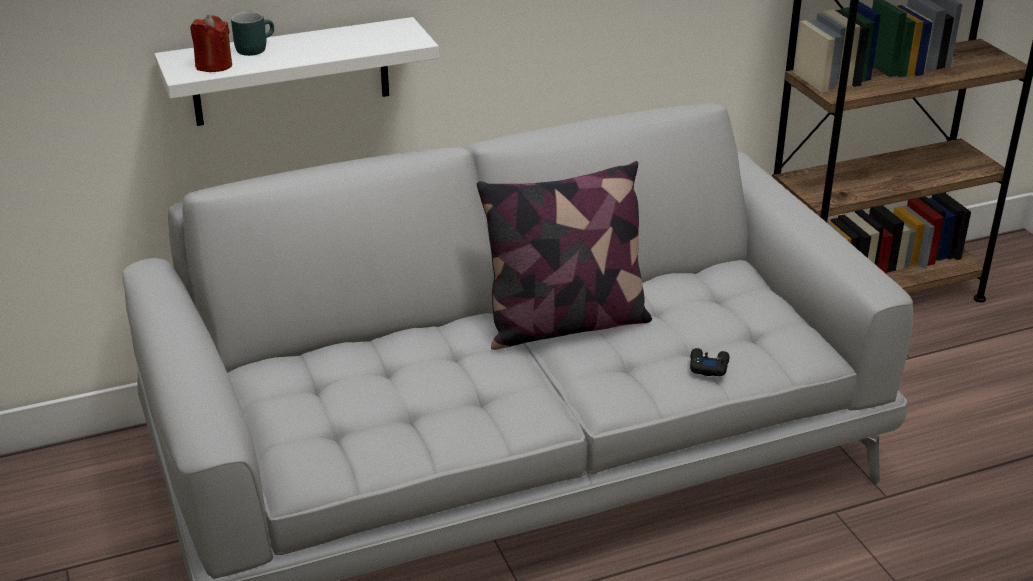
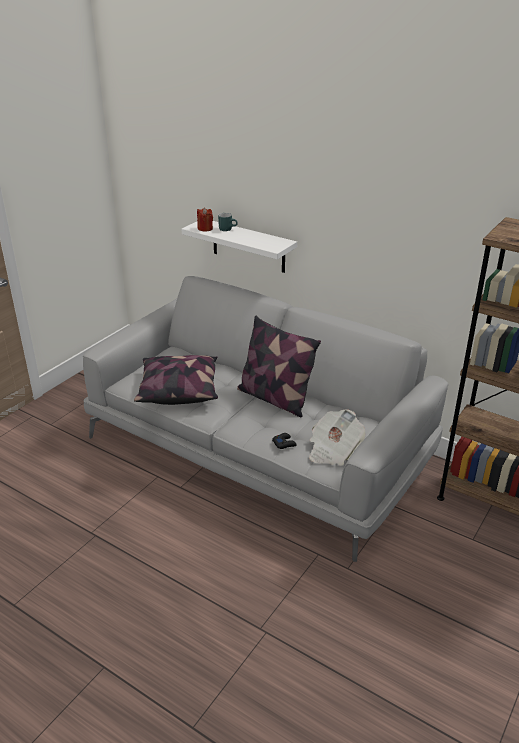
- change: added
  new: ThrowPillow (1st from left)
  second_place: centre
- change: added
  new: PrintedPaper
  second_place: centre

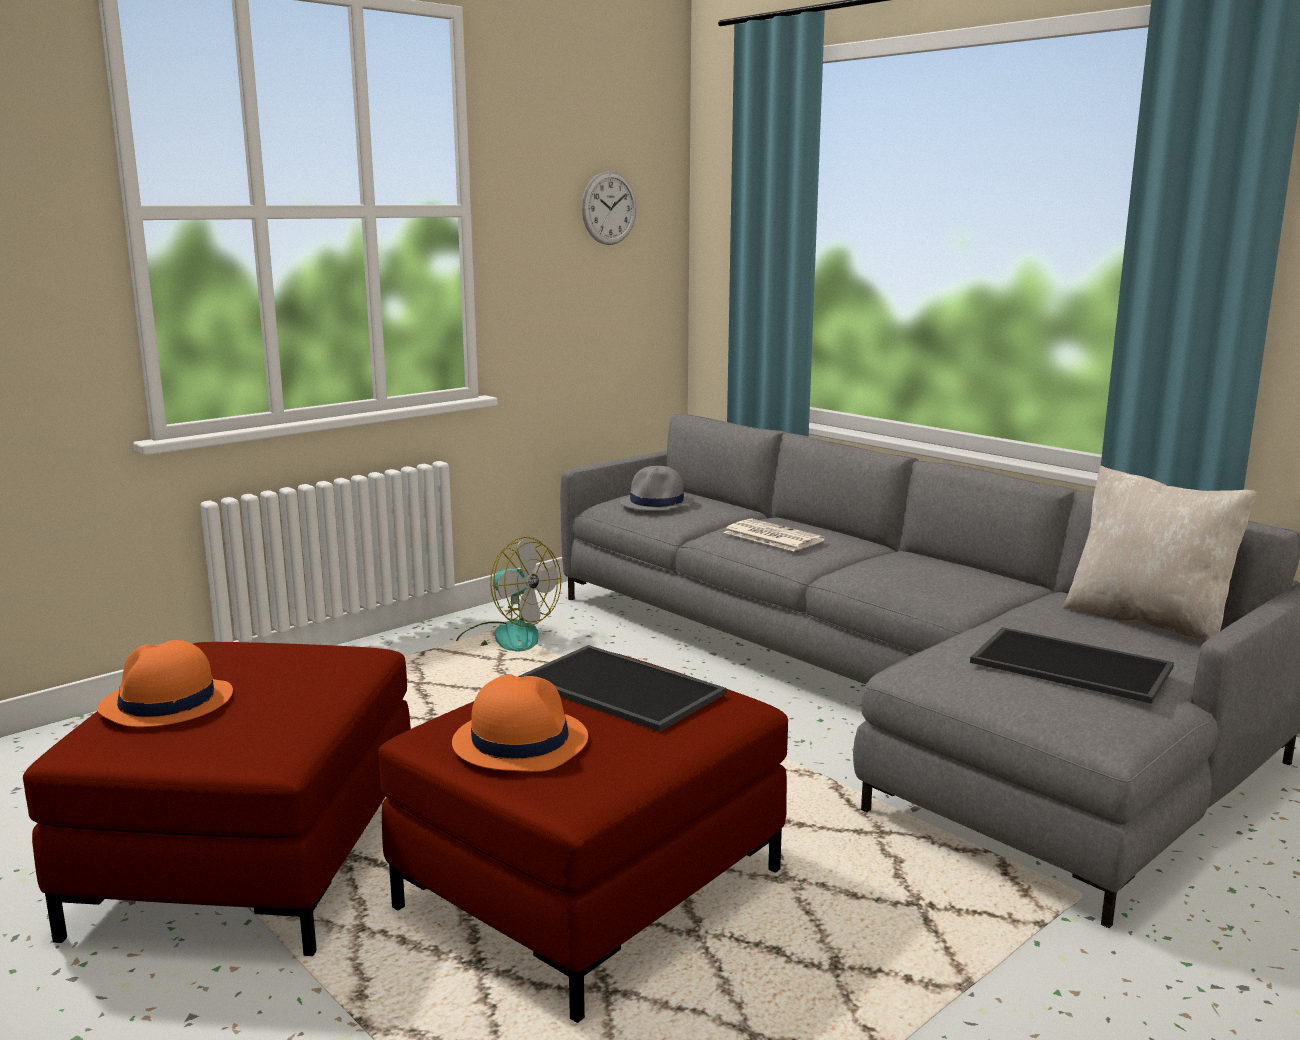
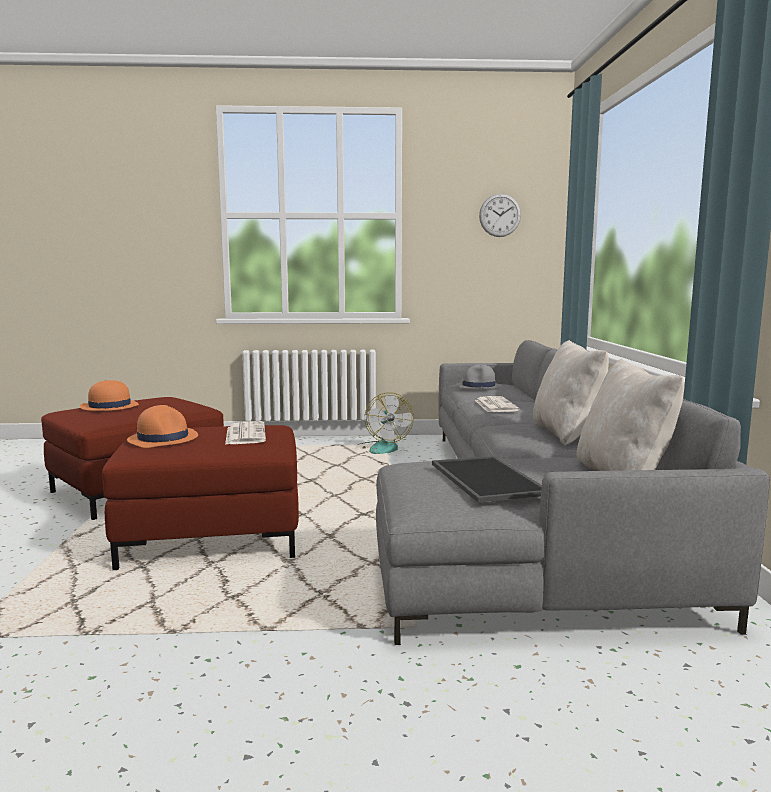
- change: replaced
  old: Tray (1st from left)
  new: PrintedPaper (1st from left)
  first_place: centre
  second_place: middle left
- change: added
  new: BeigeColouredThrowPillow (1st from left)
  second_place: middle right

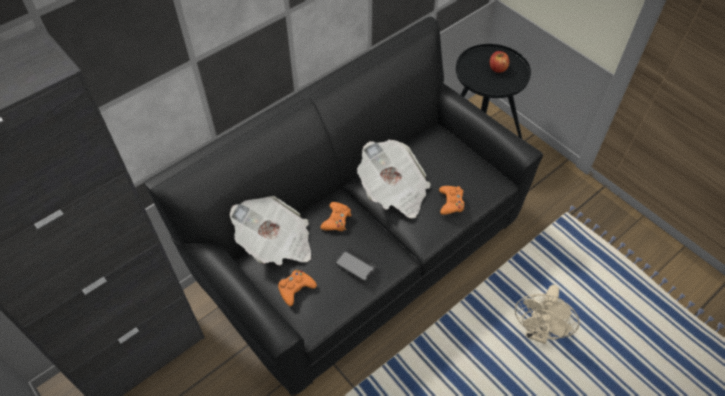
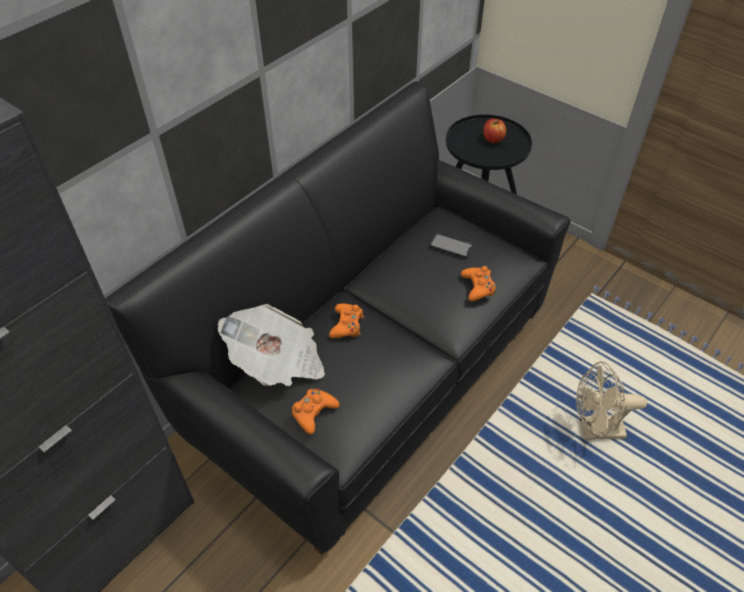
- change: moved
  old: Phone
  first_place: bottom centre
  second_place: centre
- change: removed
  old: PrintedPaper (2nd from left)
  first_place: centre
- change: turned
  old: BeigeColouredCoolingFan
  first_place: bottom right
  second_place: bottom right
  degrees: 75

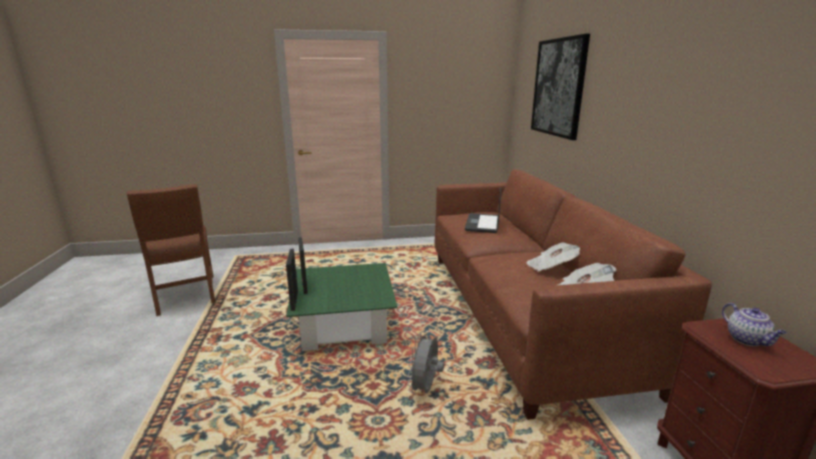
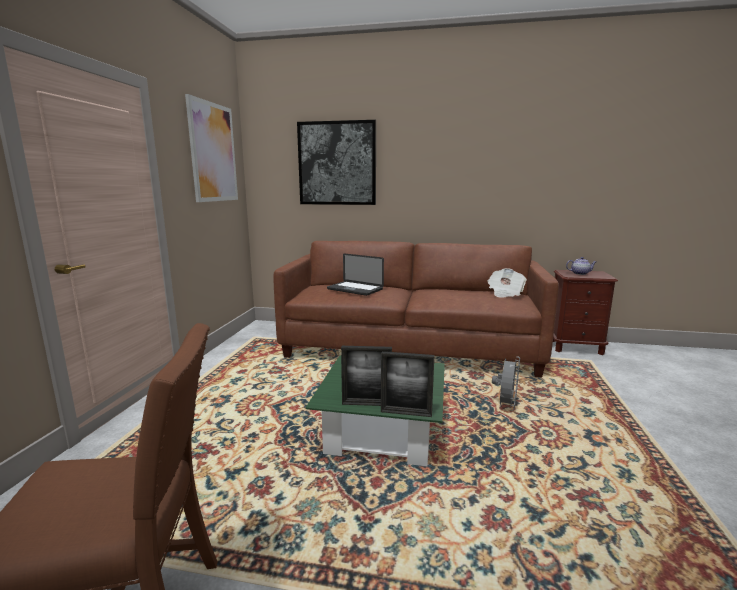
- change: turned
  old: GreyCoolingFan
  first_place: bottom centre
  second_place: middle right
  degrees: -105
- change: removed
  old: PrintedPaper (1st from left)
  first_place: middle right
- change: added
  new: WallArt (1st from left)
  second_place: top left

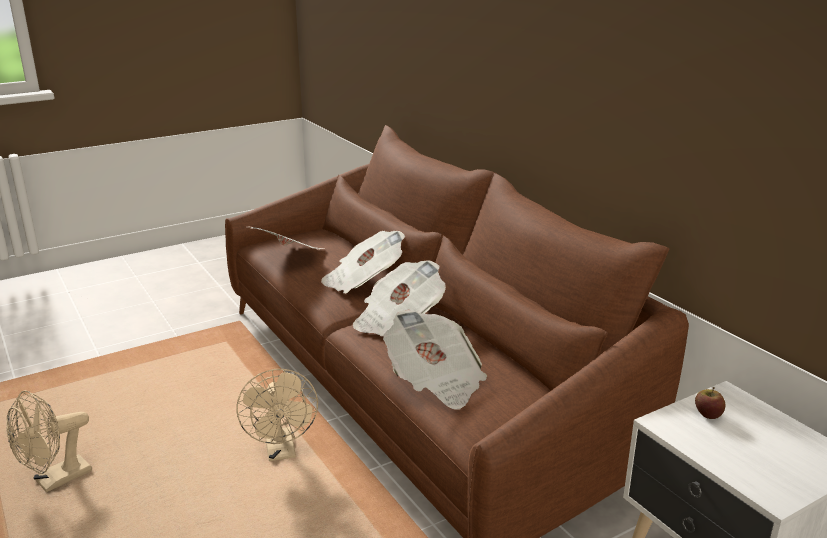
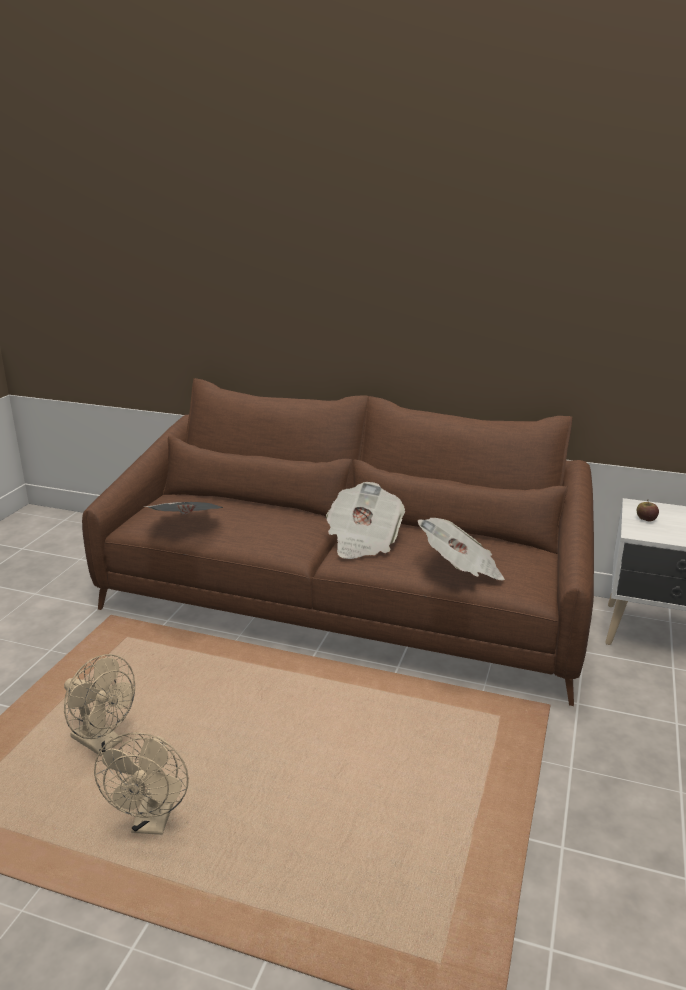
- change: moved
  old: BeigeColouredCoolingFan (2nd from left in the first image)
  new: BeigeColouredCoolingFan (1st from left)
  first_place: bottom centre
  second_place: bottom left
- change: removed
  old: PrintedPaper (2nd from left)
  first_place: centre

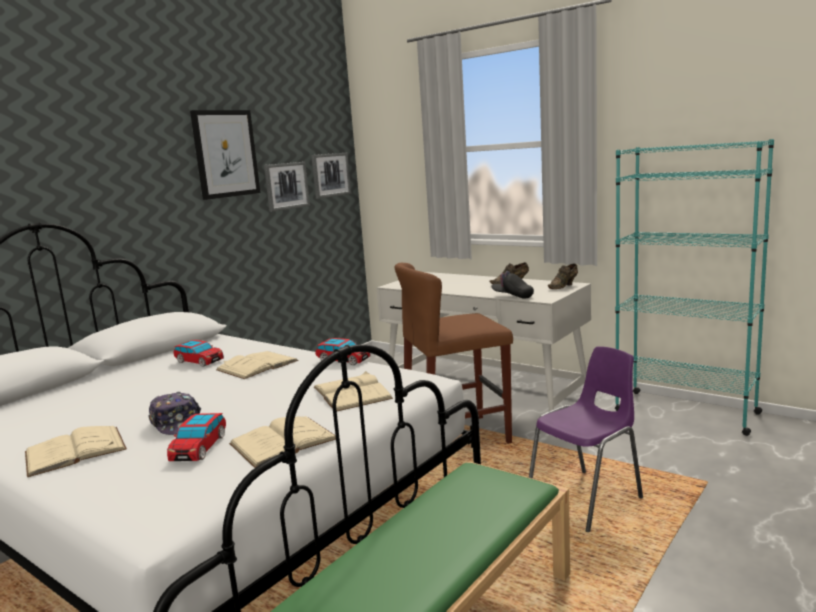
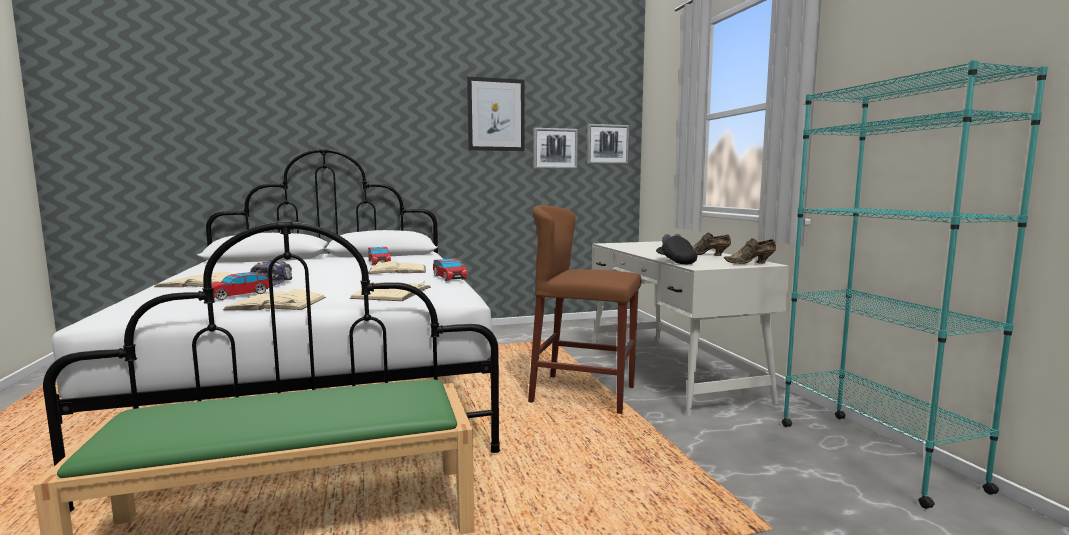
- change: removed
  old: PurpleColouredChair
  first_place: bottom right

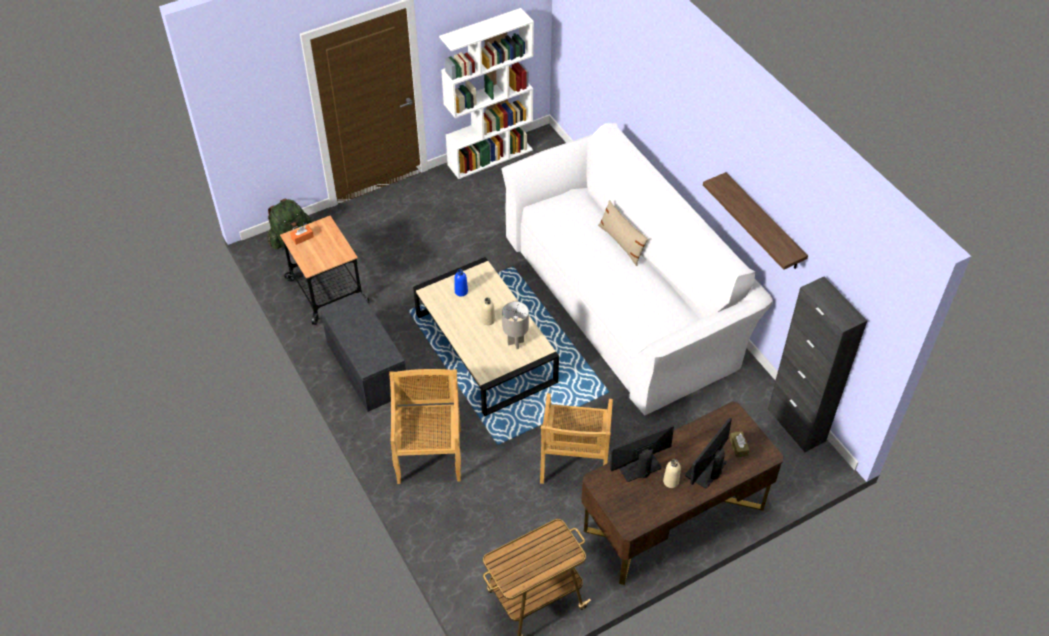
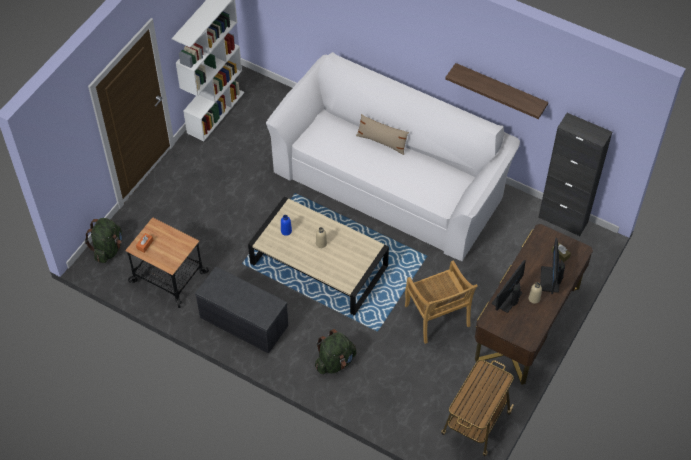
- change: replaced
  old: BeigeColouredChair (1st from left)
  new: GreenBackpack (2nd from left)
  first_place: bottom centre
  second_place: bottom centre
- change: removed
  old: GreyTableLamp
  first_place: centre

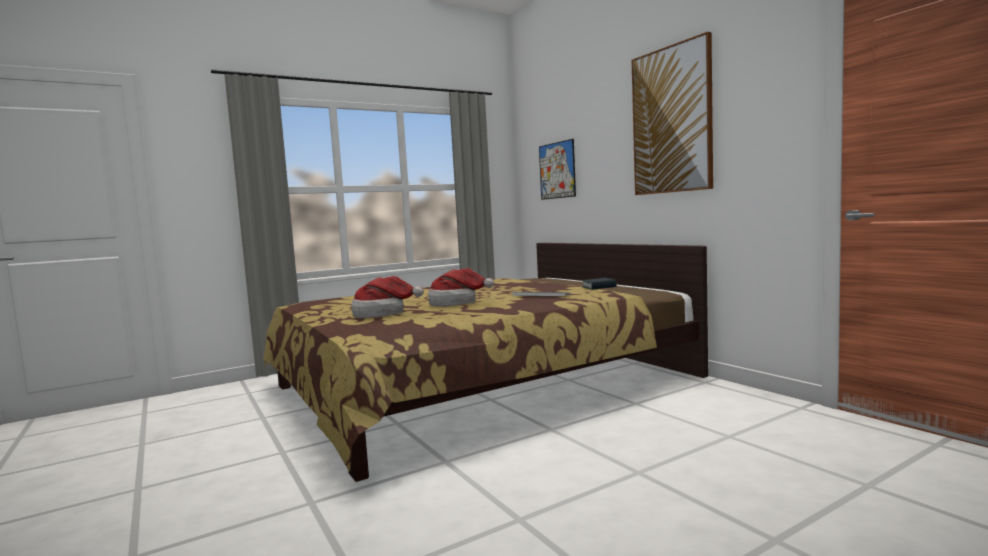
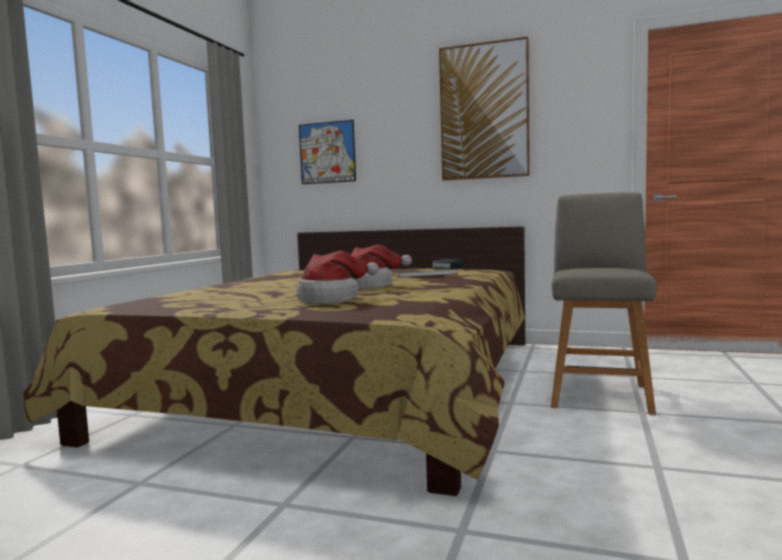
- change: added
  new: GreyChair
  second_place: middle right

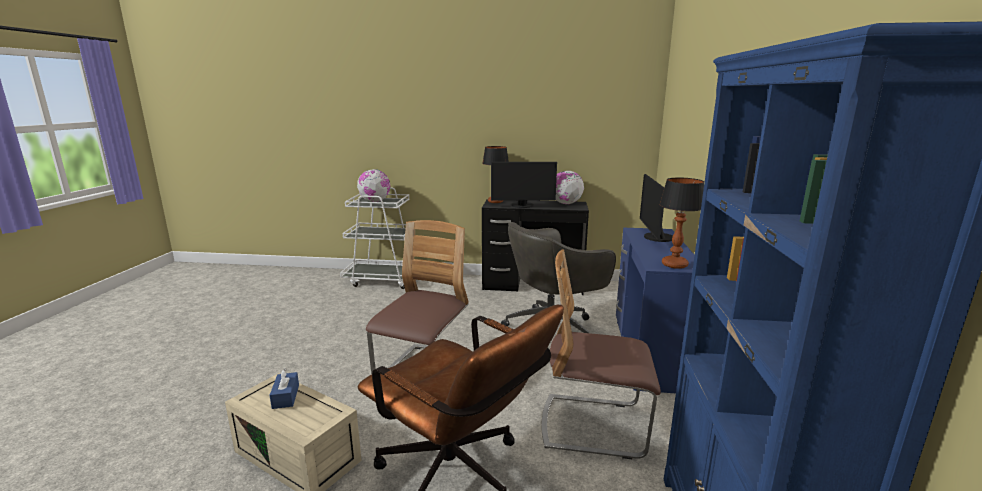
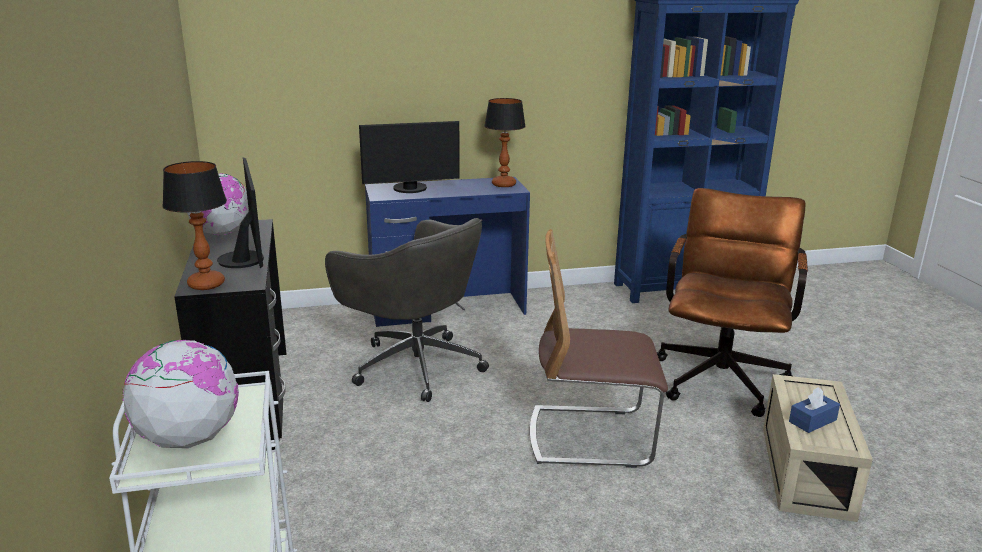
- change: removed
  old: Chair (2nd from left)
  first_place: bottom centre

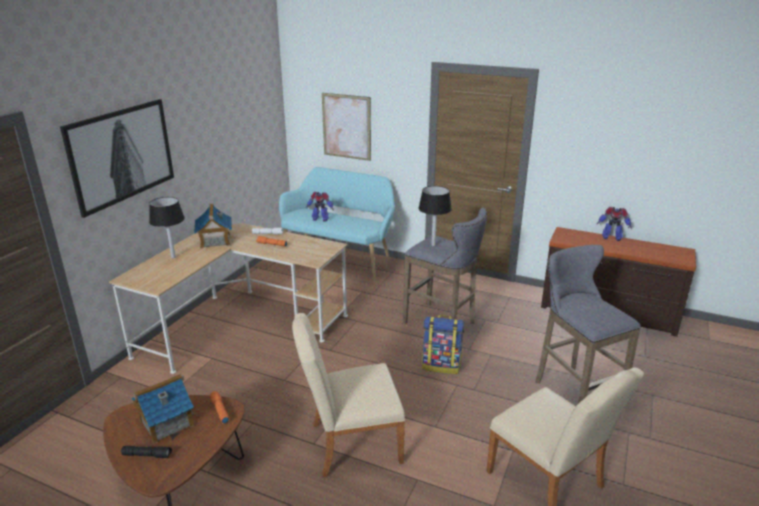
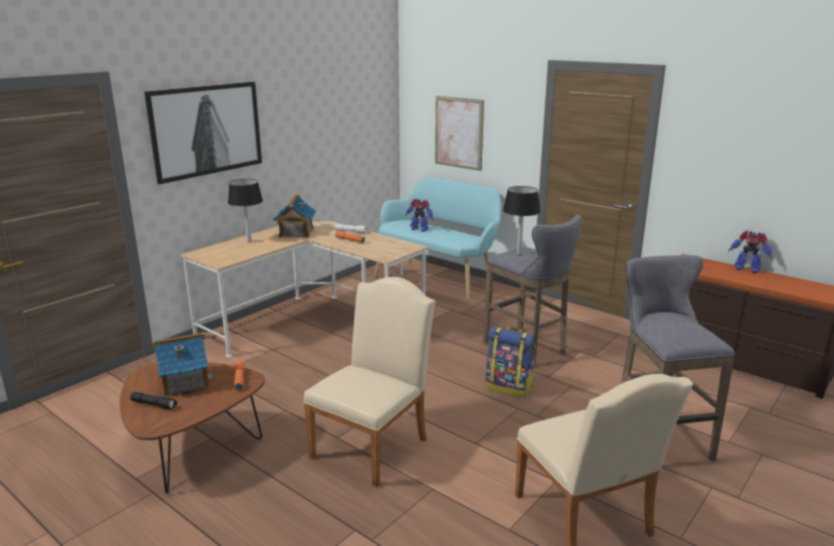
- change: turned
  old: BeigeColouredChair (1st from left)
  first_place: bottom centre
  second_place: bottom centre
  degrees: 120

